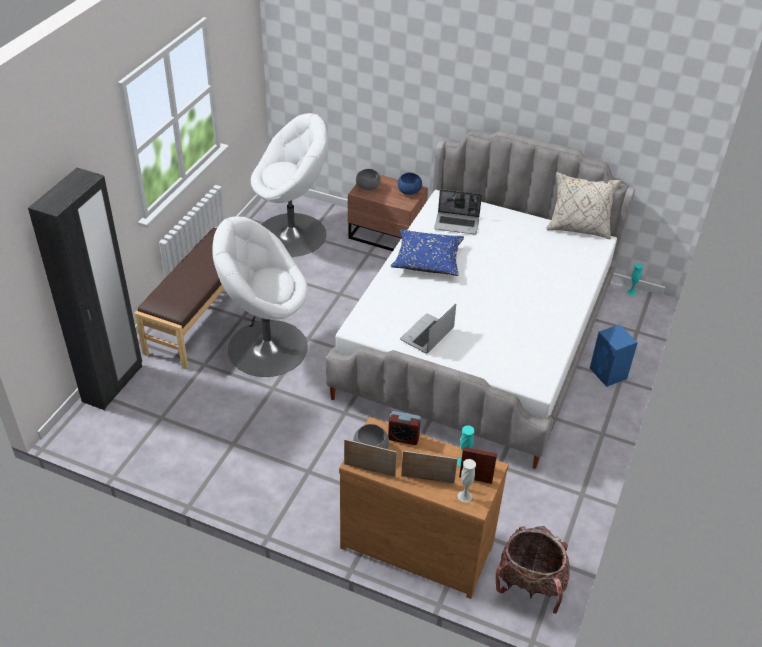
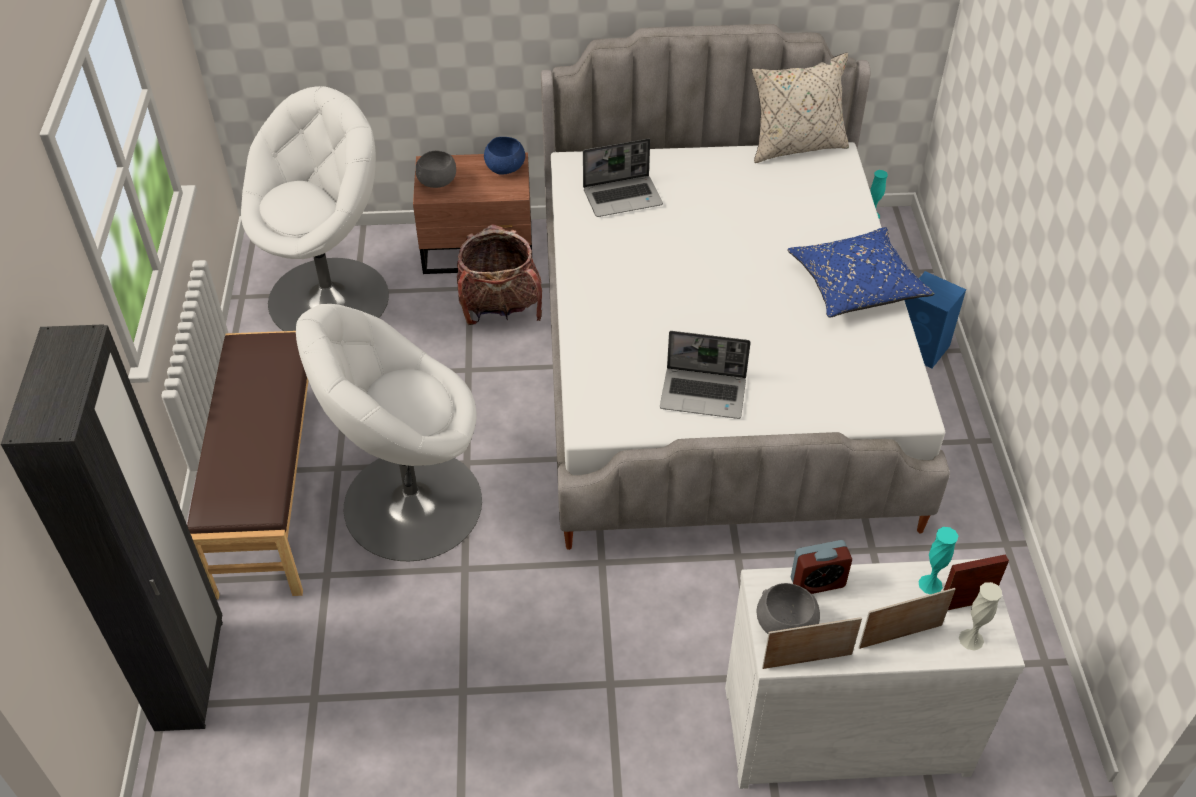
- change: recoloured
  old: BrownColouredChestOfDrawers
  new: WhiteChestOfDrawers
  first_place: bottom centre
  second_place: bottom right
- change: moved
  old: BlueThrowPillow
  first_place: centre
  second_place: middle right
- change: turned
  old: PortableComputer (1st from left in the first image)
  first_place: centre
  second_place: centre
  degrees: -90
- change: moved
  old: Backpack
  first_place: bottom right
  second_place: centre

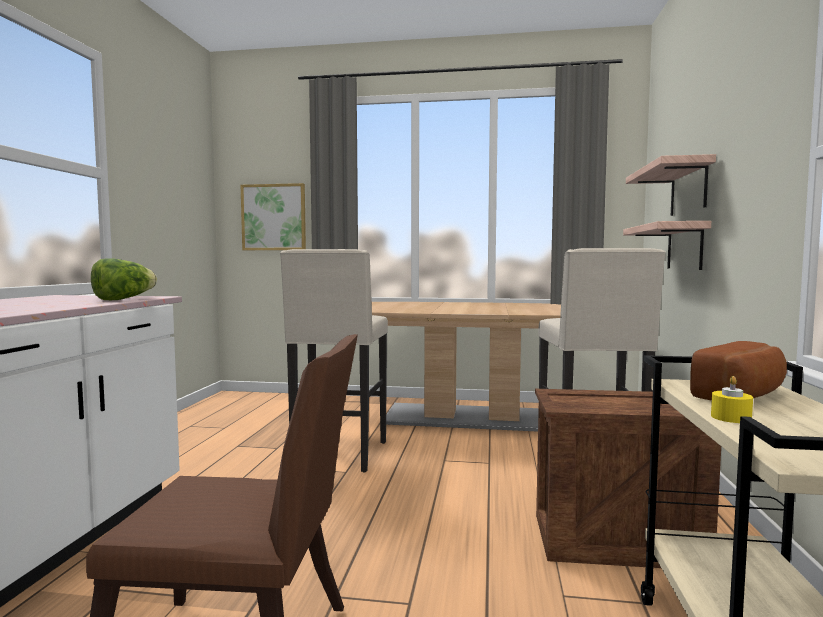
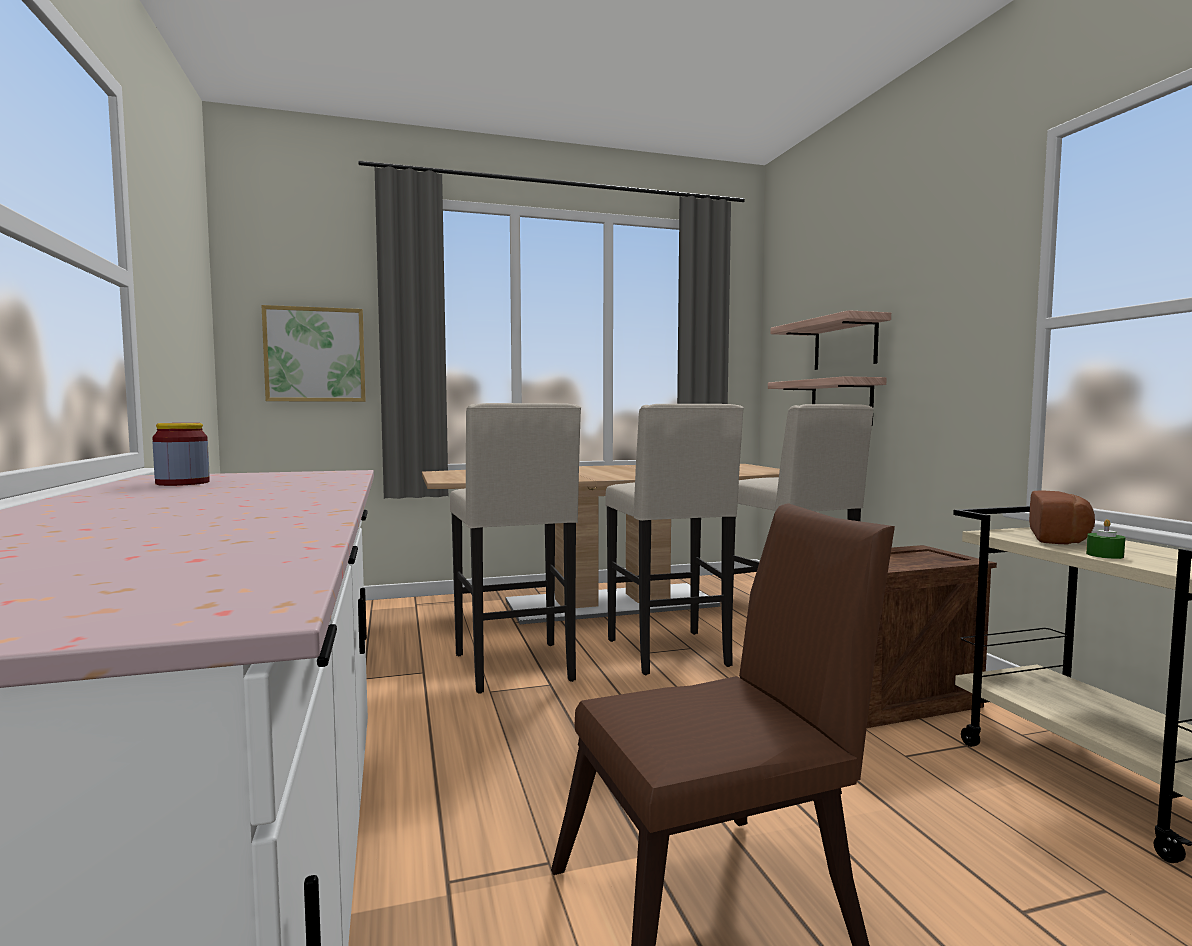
- change: removed
  old: Lettuce
  first_place: middle left
- change: recoloured
  old: YellowWaxCandle
  new: GreenWaxCandle
  first_place: middle right
  second_place: middle right
- change: added
  new: PreserveJar
  second_place: middle left
- change: added
  new: BeigeColouredStool (2nd from left)
  second_place: centre

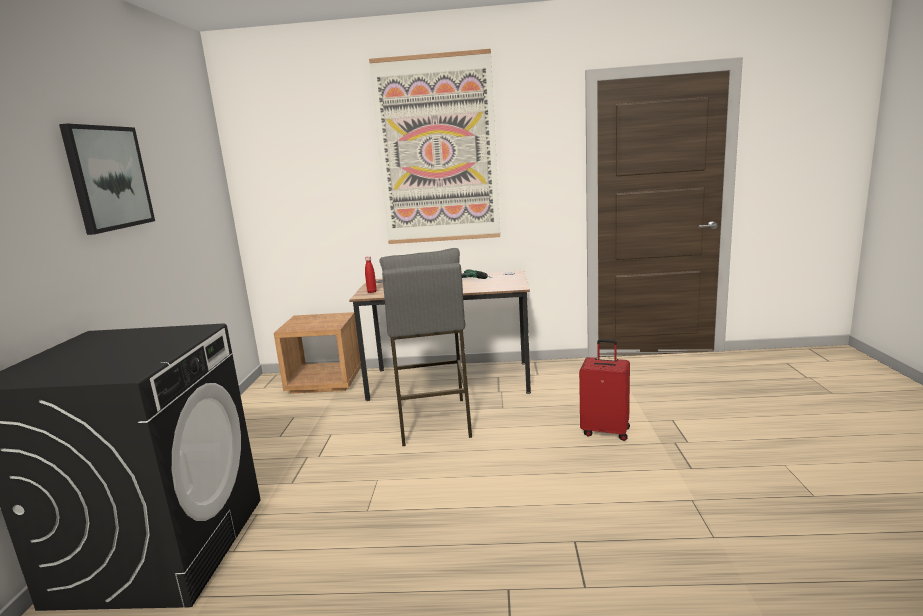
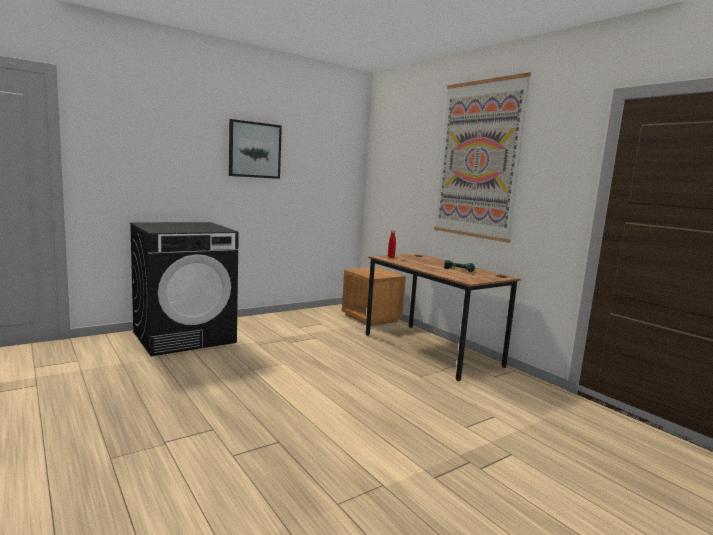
- change: removed
  old: GreyStool
  first_place: centre
- change: removed
  old: ReddishPieceOfLuggage
  first_place: centre

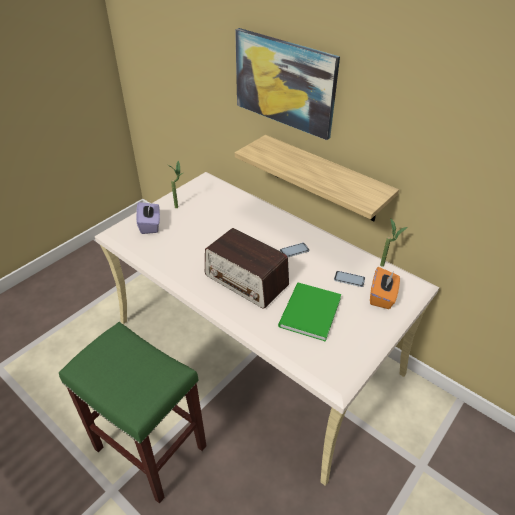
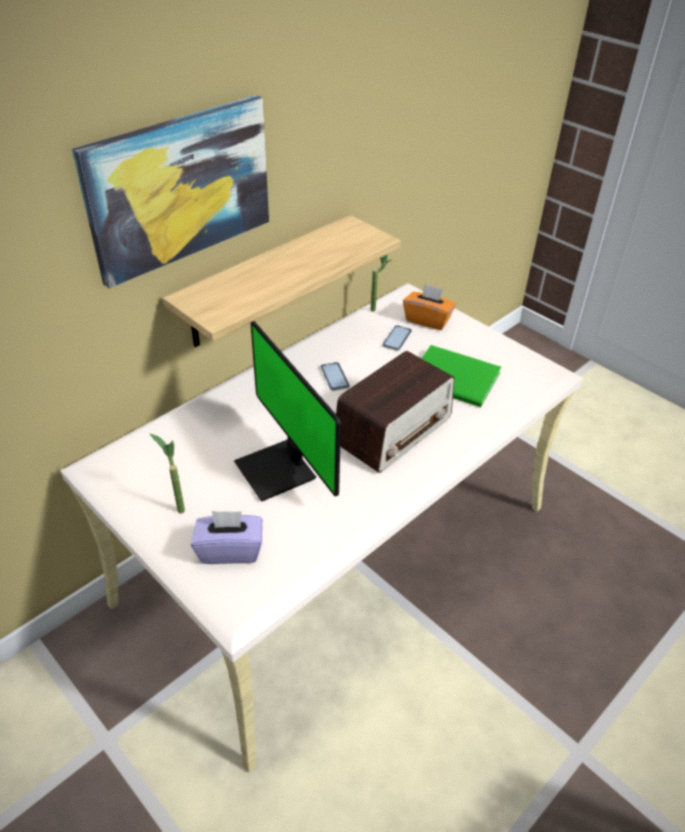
- change: removed
  old: GreenStool
  first_place: bottom left
- change: added
  new: ComputerScreen
  second_place: centre

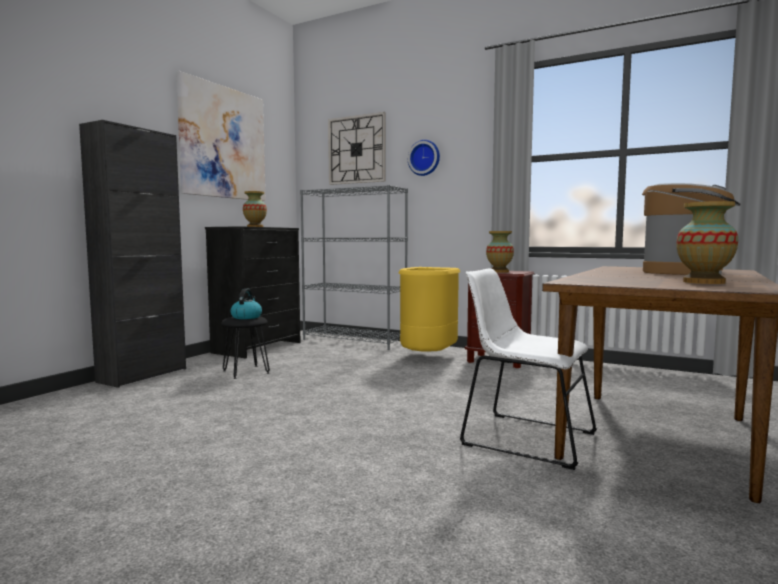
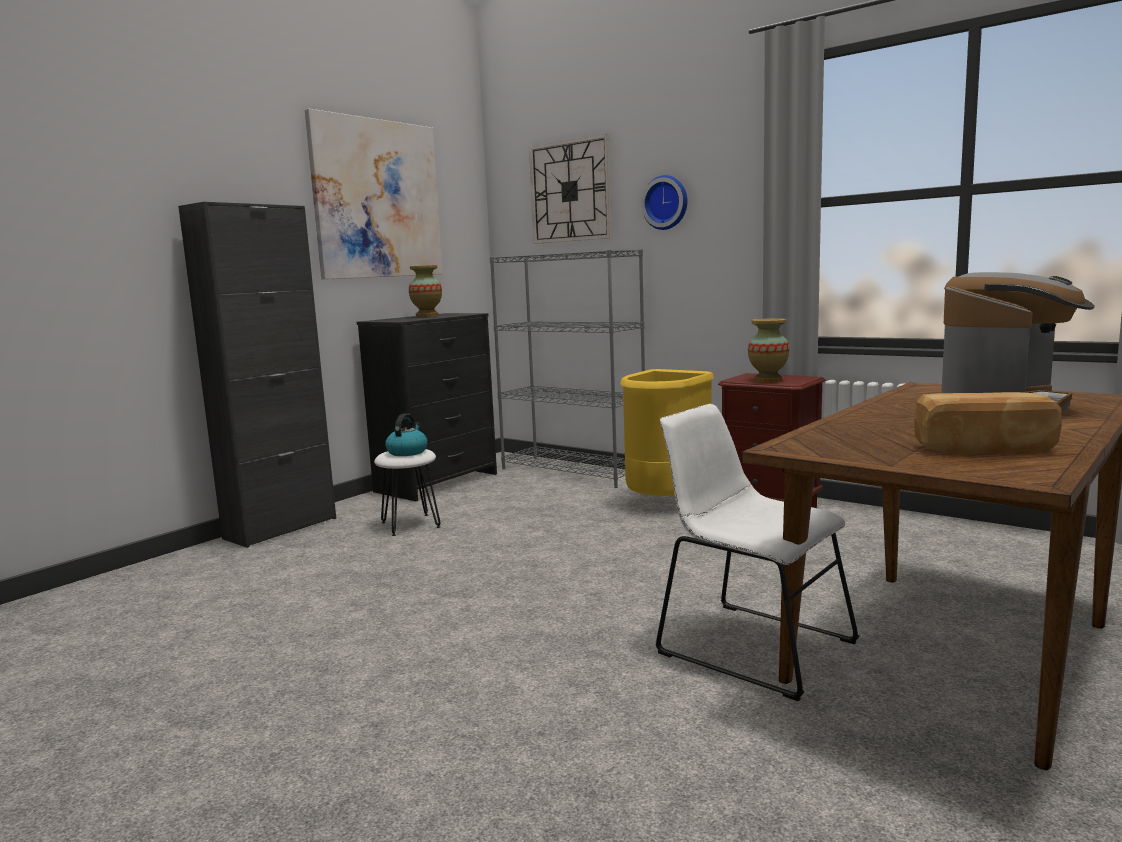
- change: recoloured
  old: BlackStool
  new: WhiteStool
  first_place: middle left
  second_place: centre
- change: replaced
  old: DecorativeVase (3rd from left)
  new: Bread
  first_place: middle right
  second_place: middle right

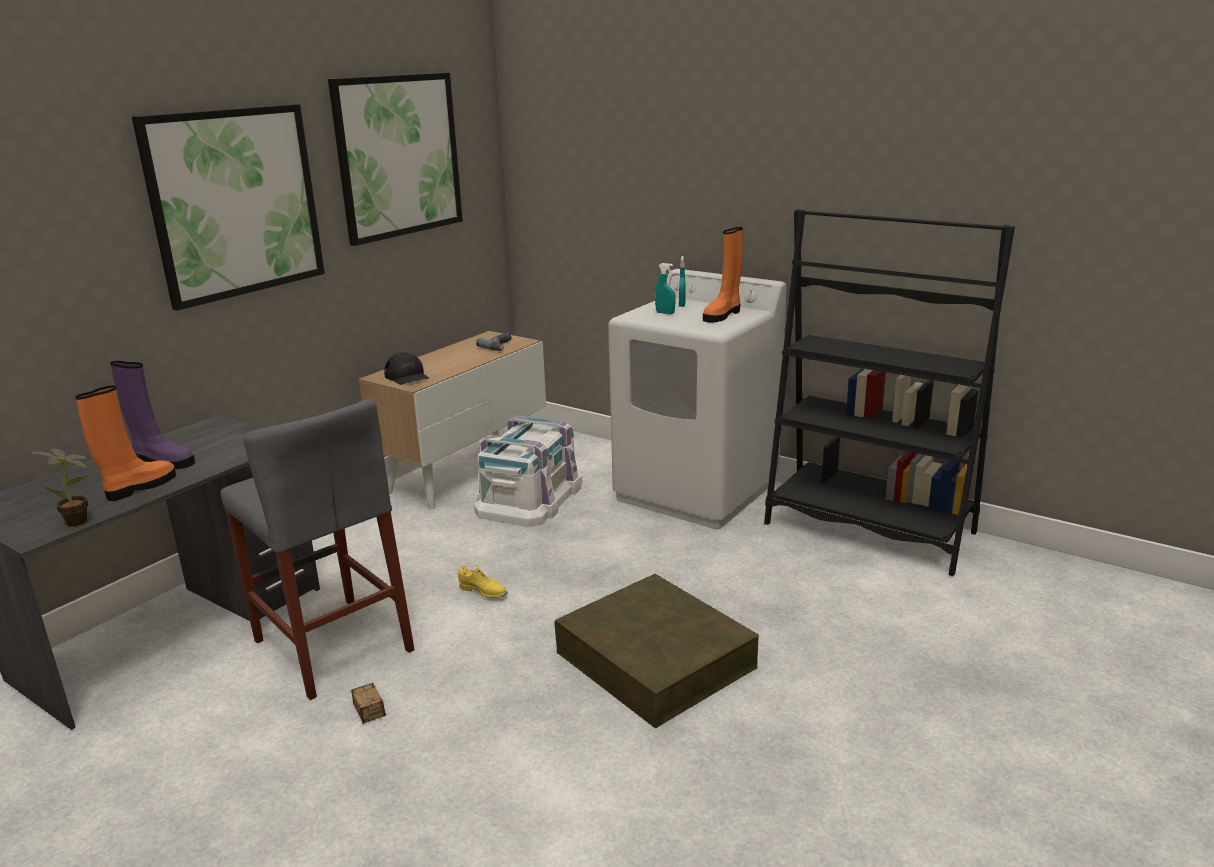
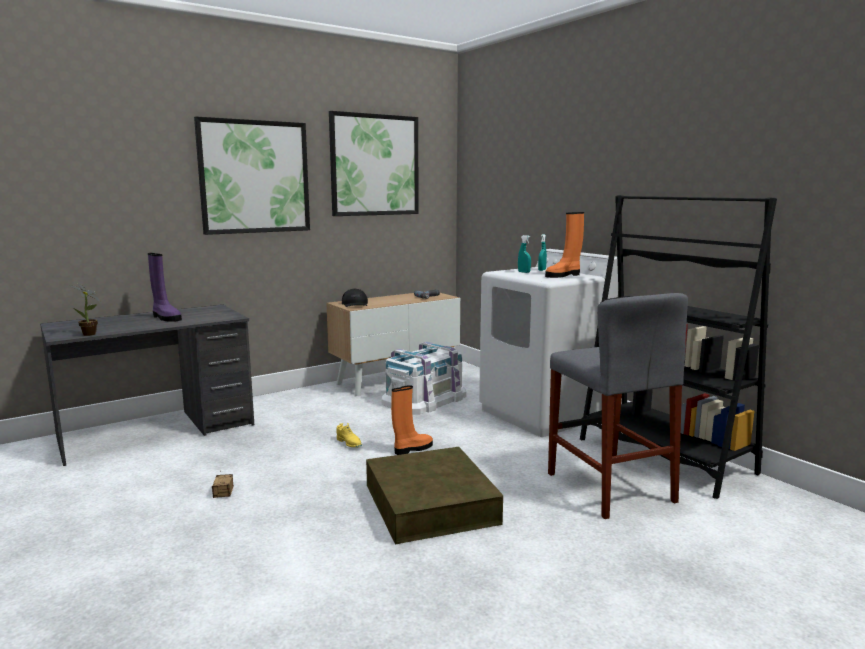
- change: moved
  old: OrangeColouredHighTopBoot (1st from left)
  first_place: middle left
  second_place: centre
- change: moved
  old: GreyStool
  first_place: middle left
  second_place: middle right

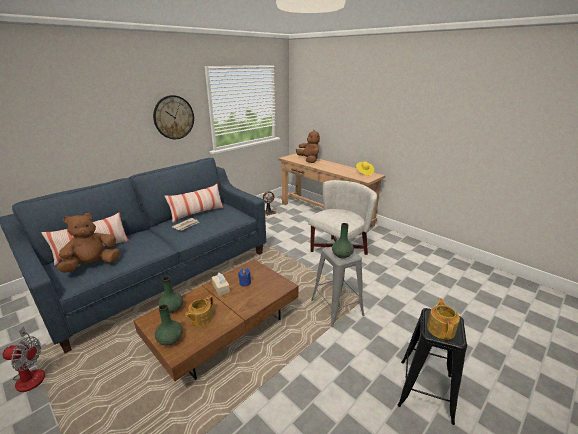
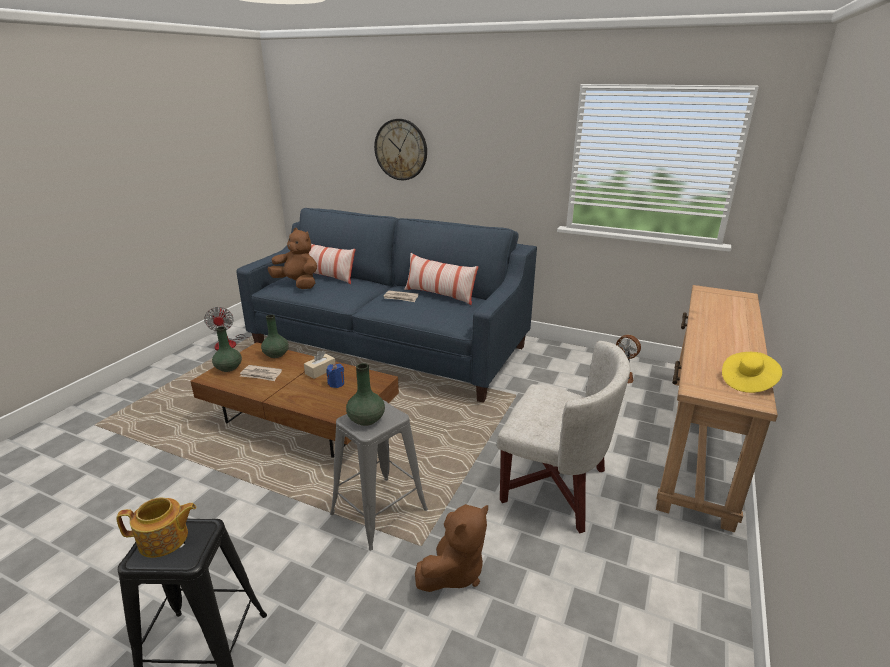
- change: moved
  old: ClockOnTheWall
  first_place: top left
  second_place: top centre
- change: replaced
  old: PotForTea (1st from left)
  new: PrintedPaper (1st from left)
  first_place: bottom centre
  second_place: middle left
- change: moved
  old: BrownColouredCuddlyToy (2nd from left)
  first_place: centre
  second_place: bottom centre

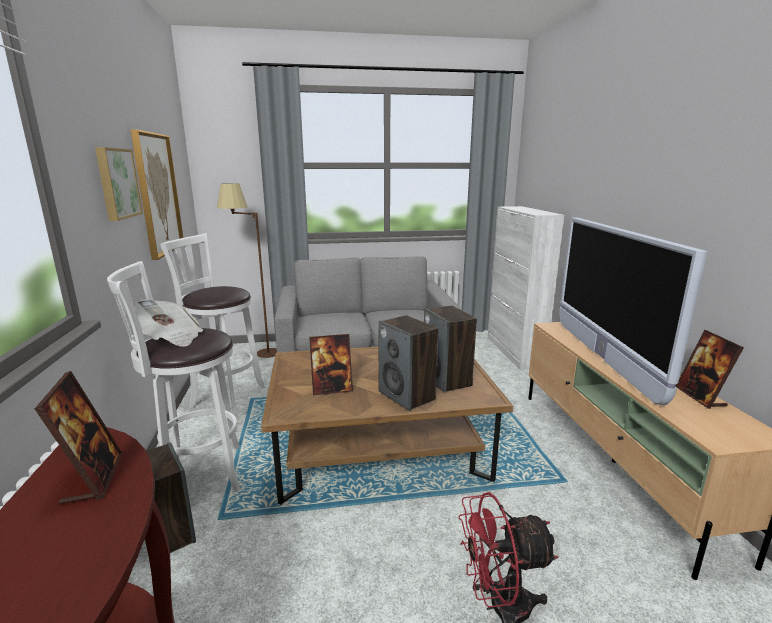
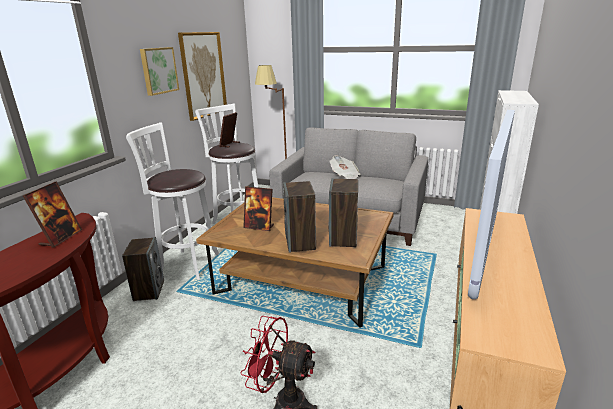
- change: moved
  old: PrintedPaper
  first_place: middle left
  second_place: centre
- change: moved
  old: PictureFrame (3rd from left in the first image)
  new: PictureFrame (2nd from left)
  first_place: middle right
  second_place: top centre

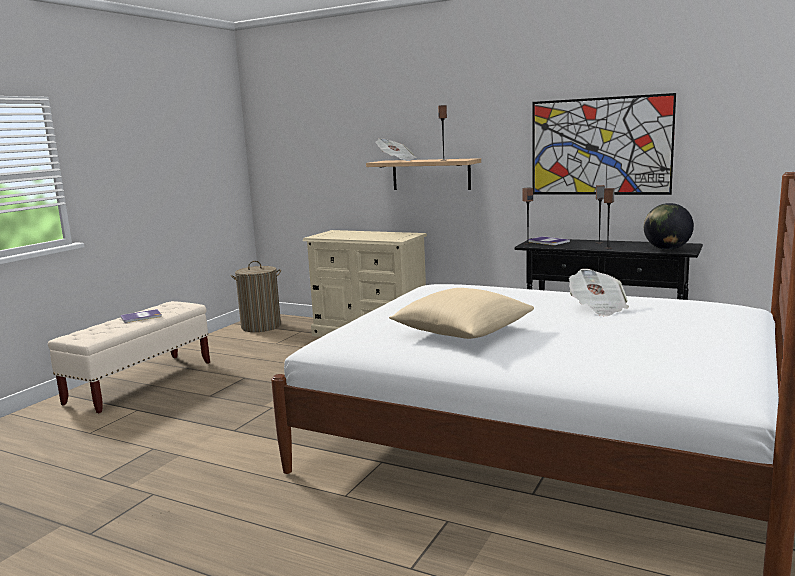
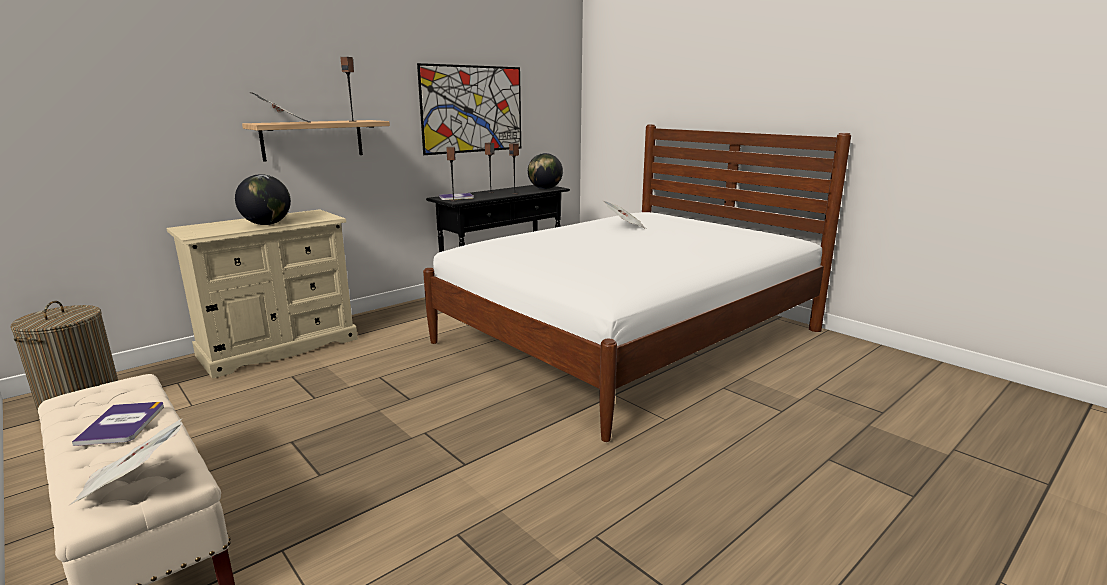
- change: removed
  old: BeigeColouredThrowPillow
  first_place: centre
- change: added
  new: PrintedPaper (1st from left)
  second_place: bottom left
- change: added
  new: DeskGlobe (1st from left)
  second_place: middle left

